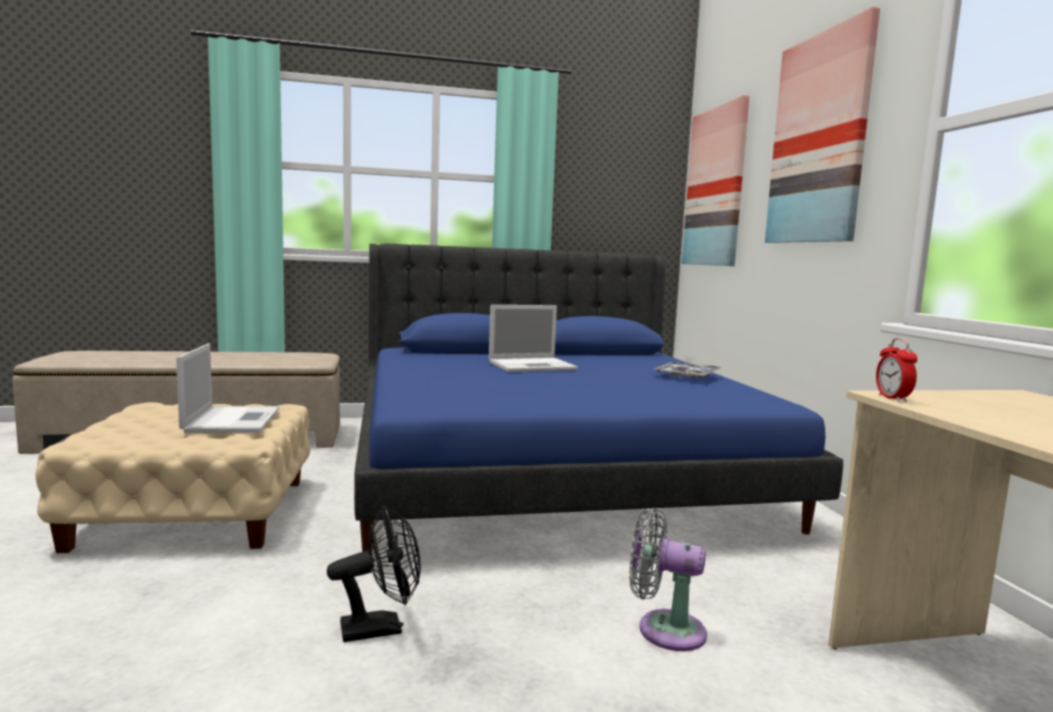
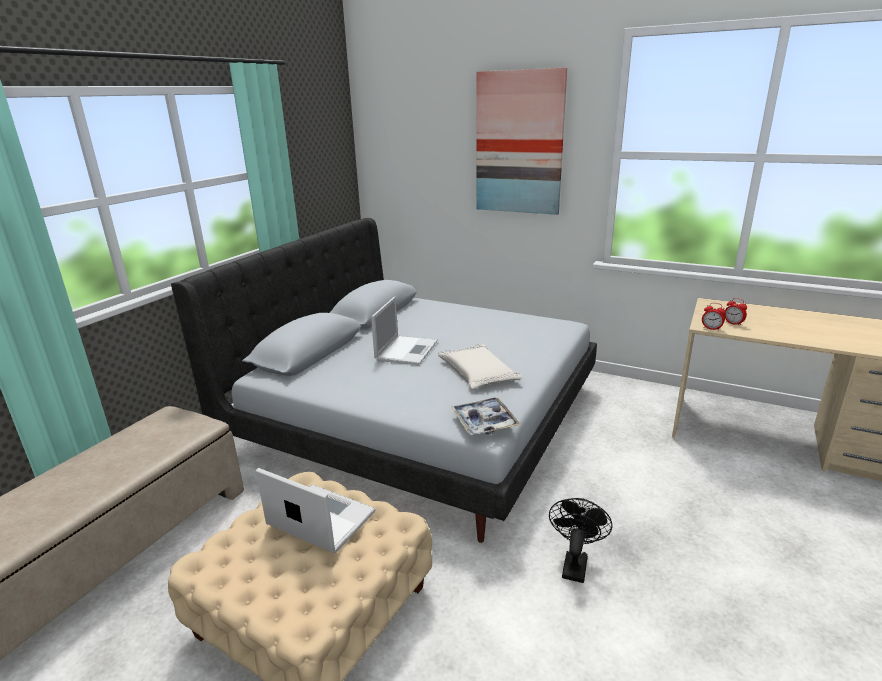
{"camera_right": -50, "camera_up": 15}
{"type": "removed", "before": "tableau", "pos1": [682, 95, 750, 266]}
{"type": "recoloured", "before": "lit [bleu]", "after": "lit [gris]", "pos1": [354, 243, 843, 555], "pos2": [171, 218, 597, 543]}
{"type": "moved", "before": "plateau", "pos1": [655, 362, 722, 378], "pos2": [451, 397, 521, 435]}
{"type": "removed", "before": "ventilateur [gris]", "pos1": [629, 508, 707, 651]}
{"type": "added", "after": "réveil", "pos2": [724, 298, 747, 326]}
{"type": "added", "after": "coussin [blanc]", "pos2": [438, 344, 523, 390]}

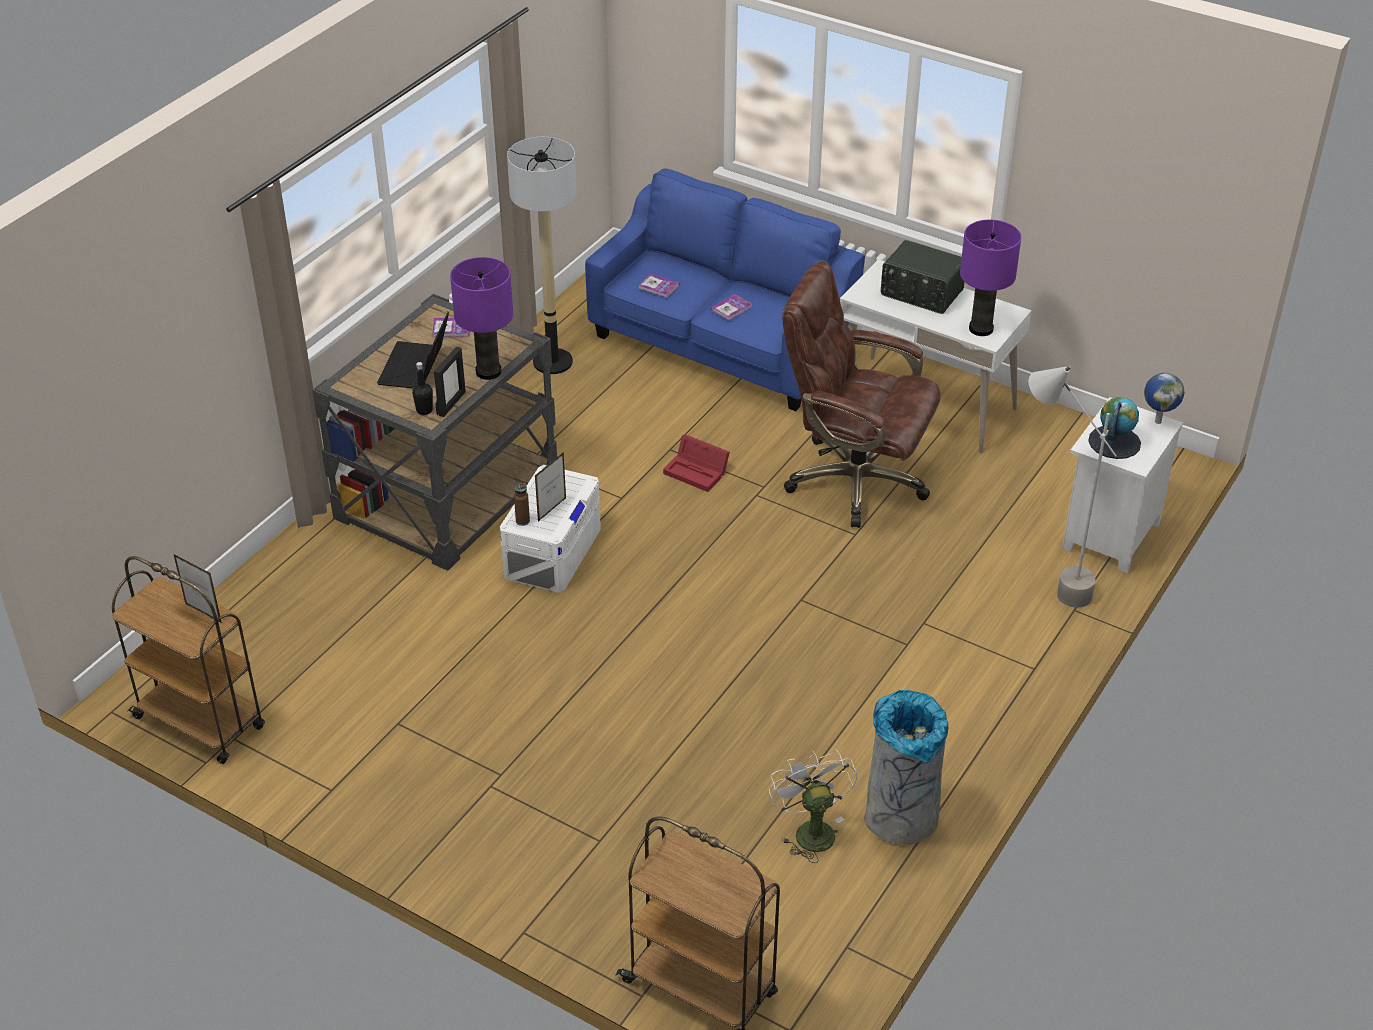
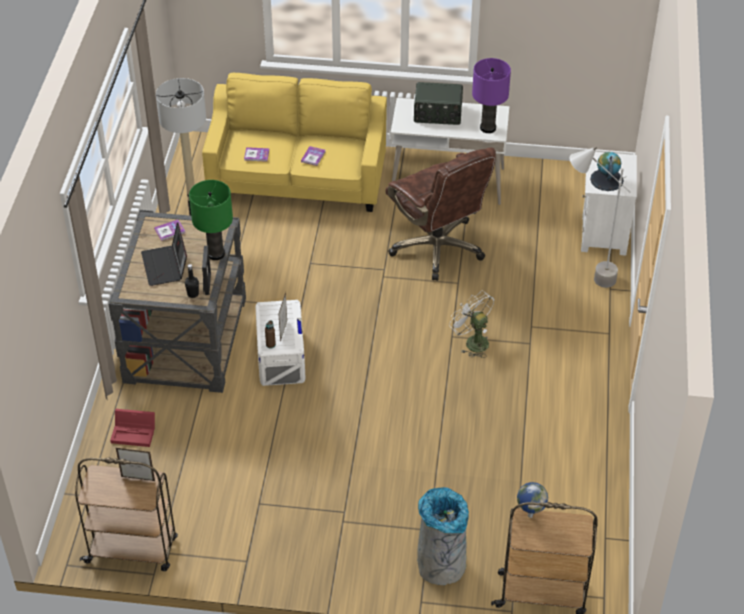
{"camera_right": -25, "camera_up": 5}
{"type": "recoloured", "before": "canapé [bleu]", "after": "canapé [jaune]", "pos1": [585, 168, 865, 411], "pos2": [202, 73, 387, 212]}
{"type": "recoloured", "before": "lampe de table [violet]", "after": "lampe de table [vert]", "pos1": [450, 257, 513, 380], "pos2": [189, 180, 233, 260]}
{"type": "turned", "before": "chaise de bureau [marron]", "pos1": [782, 261, 941, 528], "pos2": [385, 147, 496, 281], "turn": -120}
{"type": "moved", "before": "globe", "pos1": [1144, 373, 1184, 424], "pos2": [517, 482, 548, 518]}
{"type": "moved", "before": "boîte de rangement [rouge]", "pos1": [663, 434, 730, 492], "pos2": [110, 409, 155, 447]}
{"type": "moved", "before": "poubelle [gris]", "pos1": [864, 690, 949, 845], "pos2": [417, 487, 469, 585]}
{"type": "moved", "before": "ventilateur [blanc]", "pos1": [769, 750, 857, 863], "pos2": [449, 291, 494, 358]}

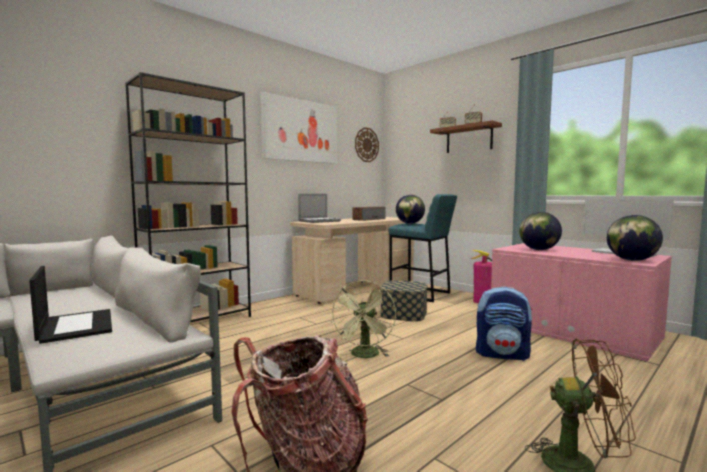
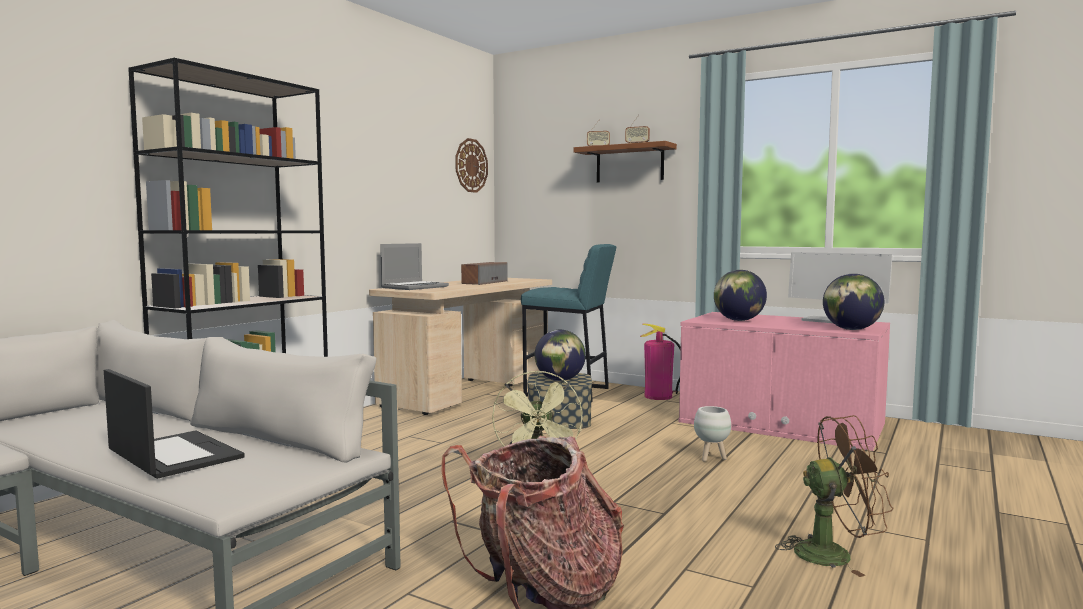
{"camera_right": -15, "camera_up": 0}
{"type": "removed", "before": "tableau", "pos1": [260, 92, 337, 164]}
{"type": "moved", "before": "globe", "pos1": [396, 195, 425, 224], "pos2": [535, 330, 586, 381]}
{"type": "replaced", "before": "sac à dos", "after": "cache-pot [blanc]", "pos1": [476, 287, 532, 361], "pos2": [694, 406, 731, 462]}

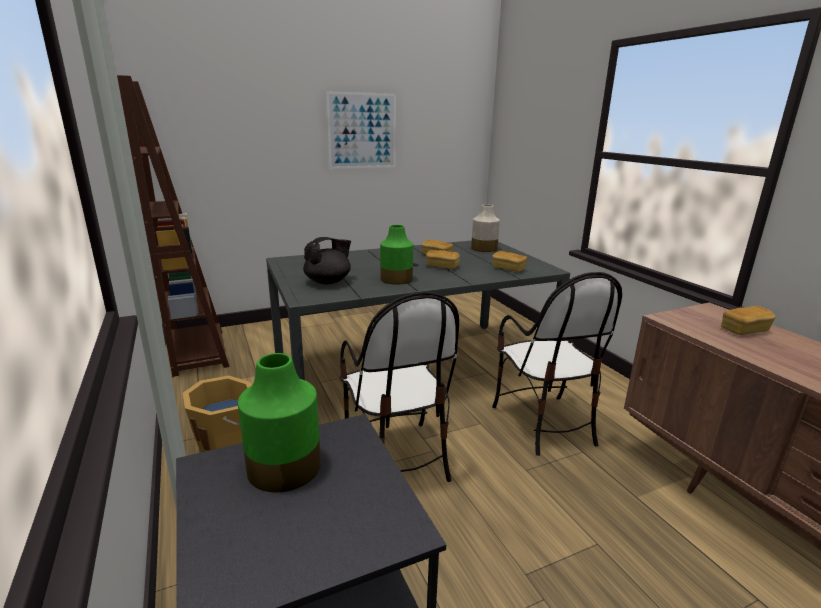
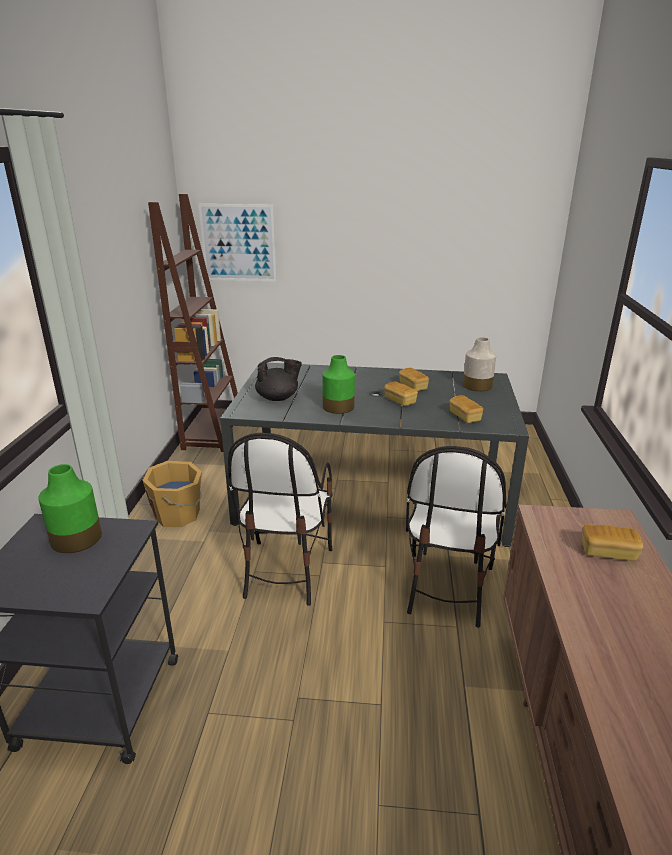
{"camera_right": 30, "camera_up": 5}
{"type": "moved", "before": "tableau", "pos1": [326, 91, 396, 169], "pos2": [199, 204, 277, 281]}

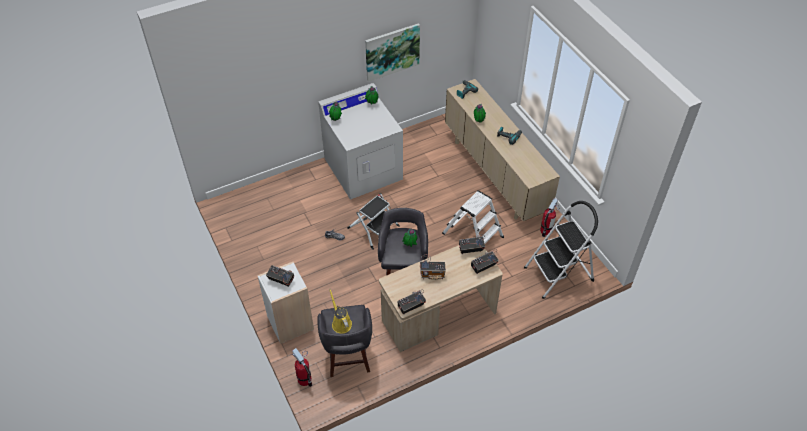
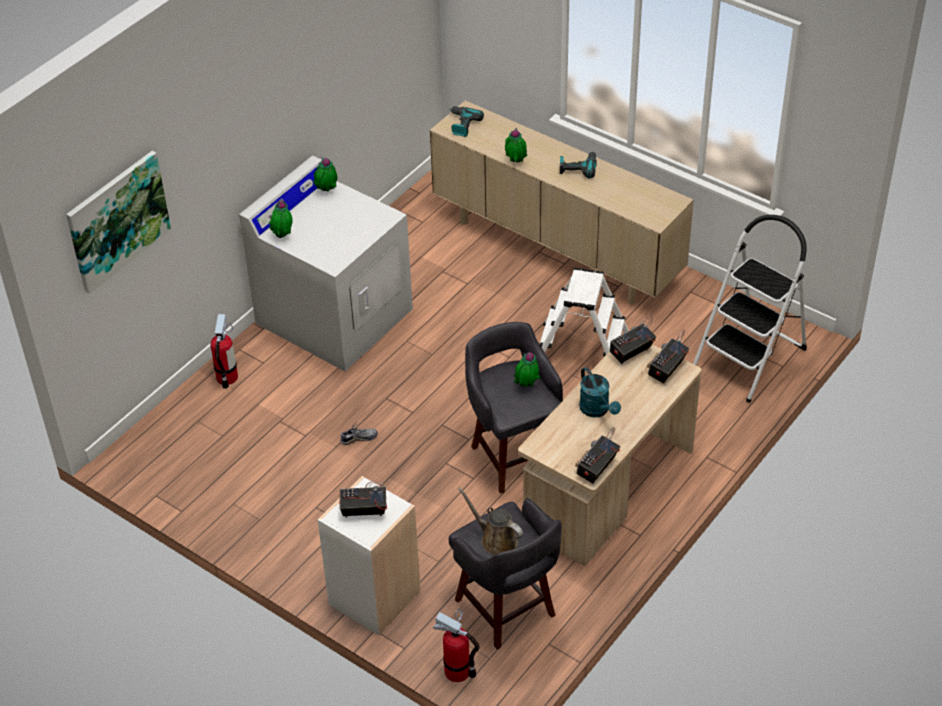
{"camera_right": -25, "camera_up": -5}
{"type": "moved", "before": "tableau", "pos1": [365, 23, 420, 82], "pos2": [66, 151, 171, 294]}
{"type": "removed", "before": "escabeau", "pos1": [347, 193, 400, 250]}
{"type": "moved", "before": "extincteur", "pos1": [540, 198, 560, 237], "pos2": [210, 314, 238, 389]}
{"type": "replaced", "before": "radio", "after": "arrosoir [turquoise]", "pos1": [420, 255, 446, 280], "pos2": [579, 367, 621, 417]}
{"type": "recoloured", "before": "arrosoir [jaune]", "after": "arrosoir [marron]", "pos1": [329, 289, 352, 334], "pos2": [458, 487, 523, 555]}

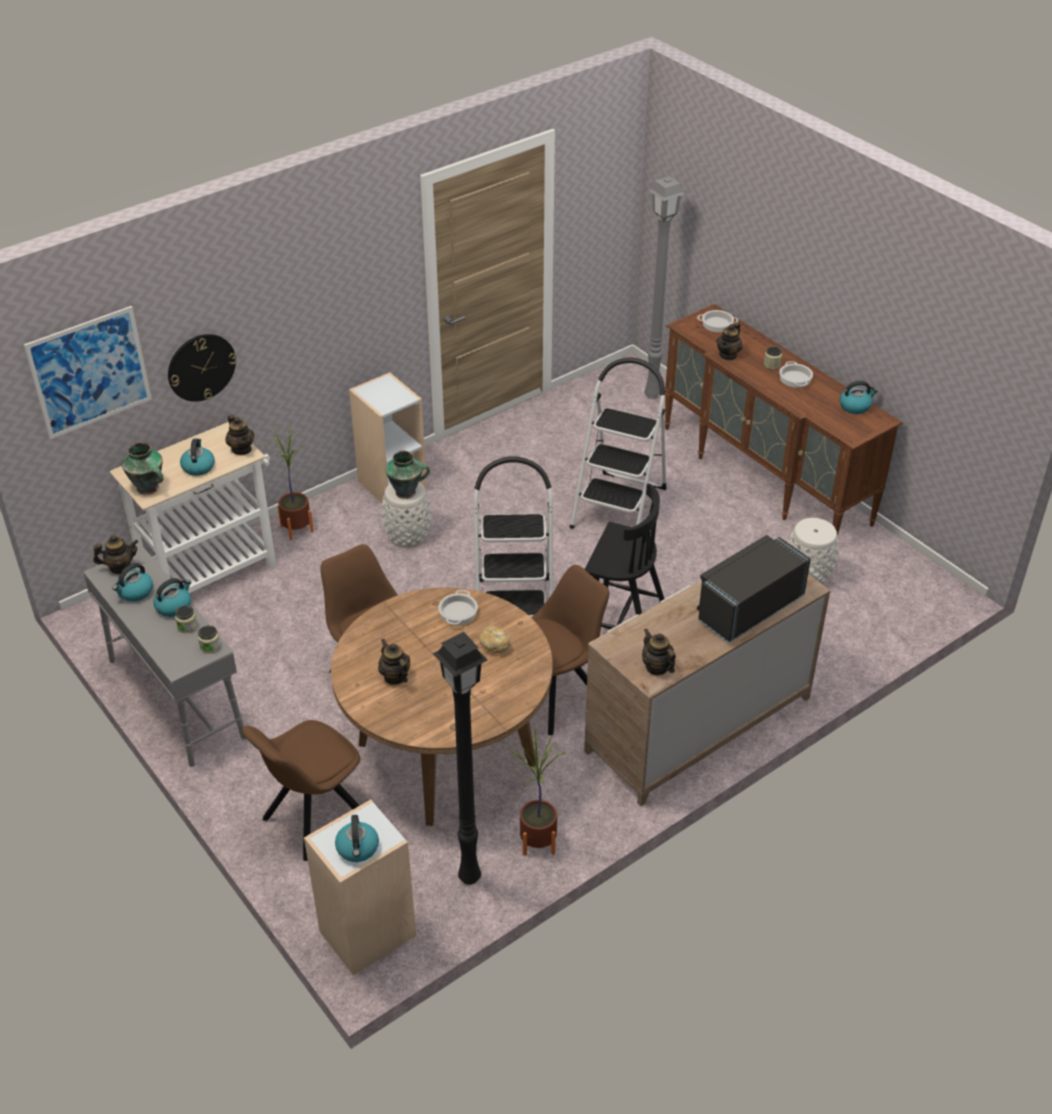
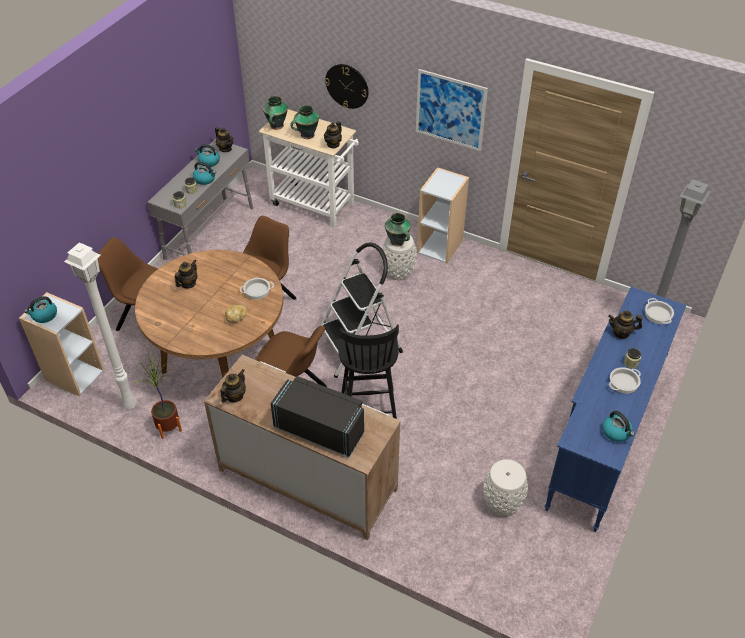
{"camera_right": 65, "camera_up": 5}
{"type": "recoloured", "before": "meuble de rangement [marron]", "after": "meuble de rangement [bleu]", "pos1": [664, 304, 903, 536], "pos2": [545, 287, 686, 532]}
{"type": "moved", "before": "tableau", "pos1": [24, 306, 152, 439], "pos2": [416, 69, 488, 151]}
{"type": "removed", "before": "escabeau", "pos1": [570, 358, 666, 529]}
{"type": "removed", "before": "plante en pot", "pos1": [266, 423, 314, 540]}
{"type": "replaced", "before": "bouilloire", "after": "vase", "pos1": [180, 439, 215, 476], "pos2": [290, 105, 319, 139]}
{"type": "recoloured", "before": "lampadaire [noir]", "after": "lampadaire [blanc]", "pos1": [433, 632, 487, 885], "pos2": [64, 242, 137, 409]}

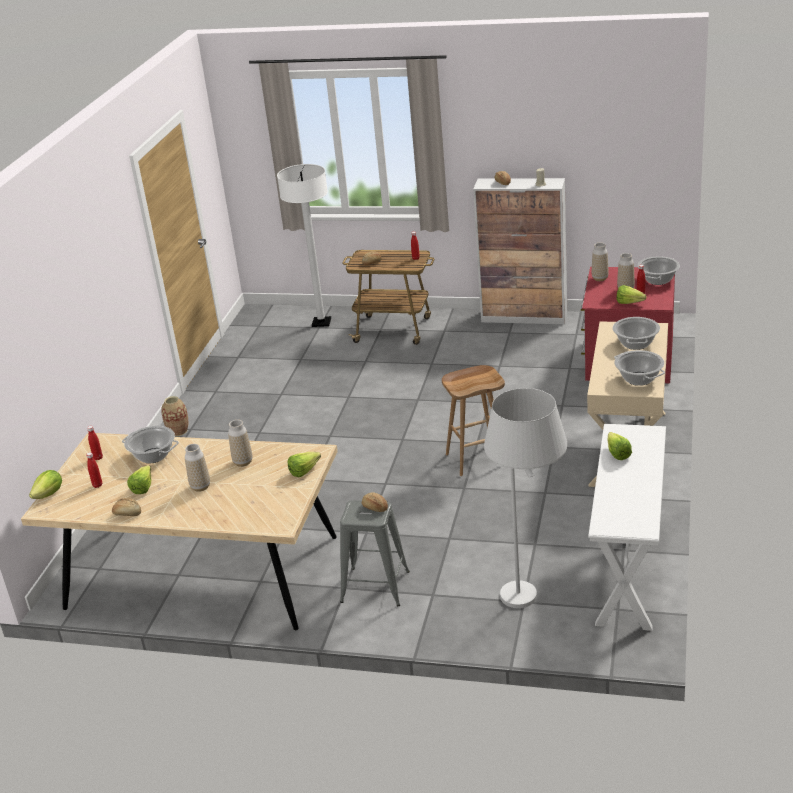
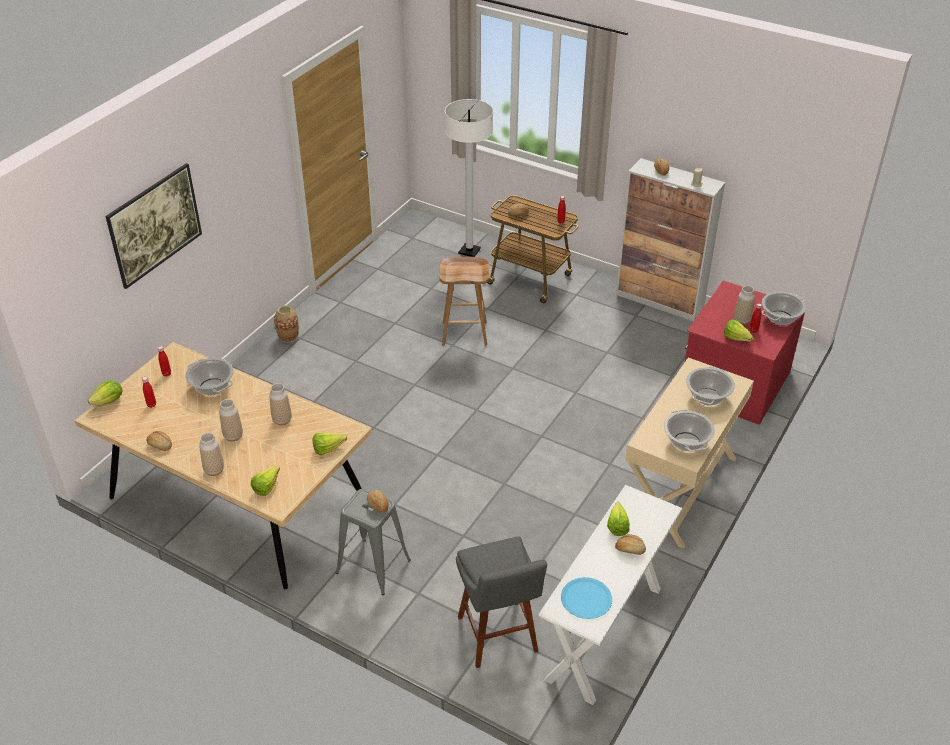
{"camera_right": 15, "camera_up": 10}
{"type": "moved", "before": "vase", "pos1": [592, 243, 609, 281], "pos2": [199, 433, 224, 476]}
{"type": "moved", "before": "tabouret [marron]", "pos1": [442, 365, 505, 476], "pos2": [439, 257, 489, 346]}
{"type": "replaced", "before": "lampadaire [blanc]", "after": "tabouret [gris]", "pos1": [484, 388, 567, 608], "pos2": [456, 536, 547, 668]}
{"type": "moved", "before": "laitue", "pos1": [127, 465, 151, 494], "pos2": [251, 465, 280, 496]}
{"type": "added", "after": "tableau", "pos2": [105, 163, 202, 289]}
{"type": "added", "after": "pain", "pos2": [615, 534, 646, 555]}
{"type": "added", "after": "assiette [bleu]", "pos2": [561, 577, 612, 619]}

